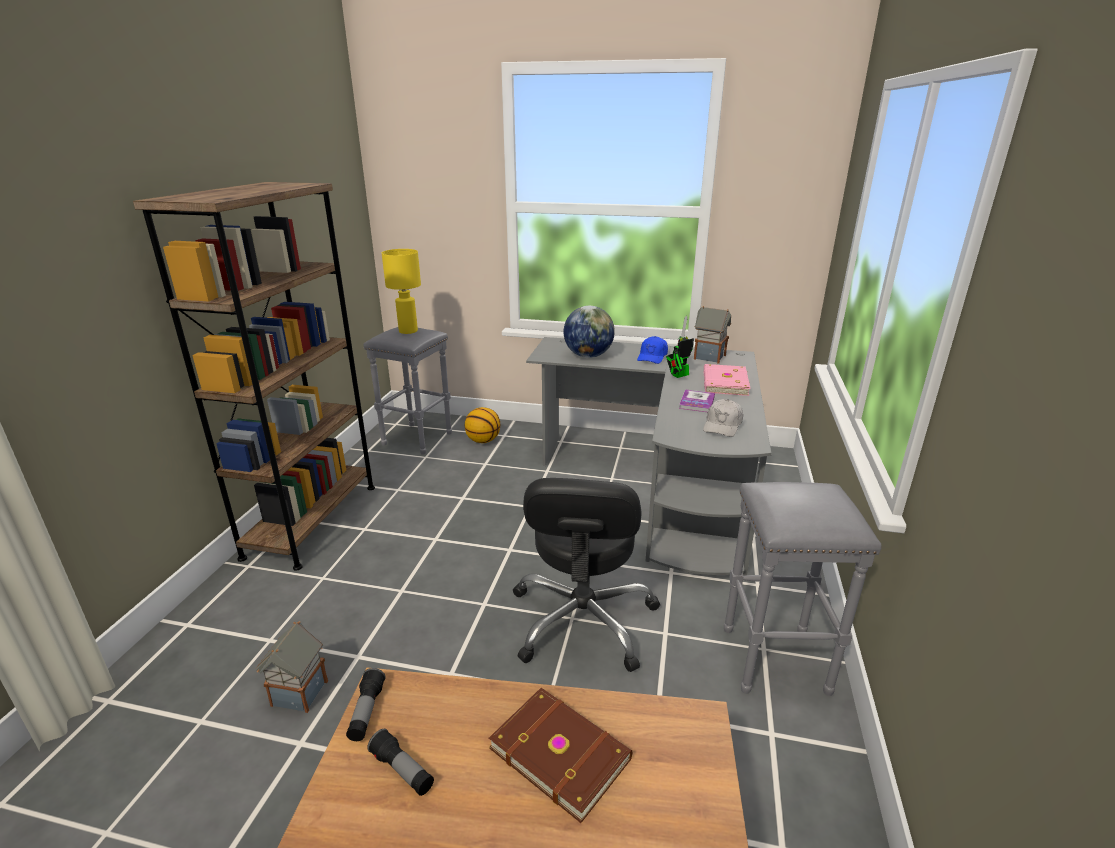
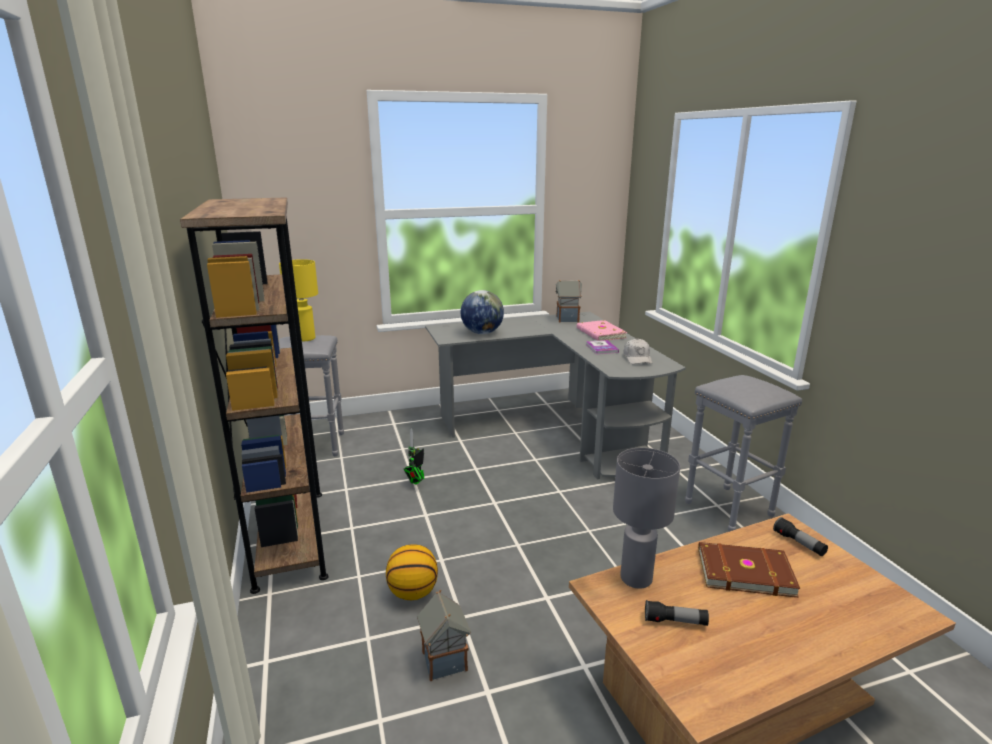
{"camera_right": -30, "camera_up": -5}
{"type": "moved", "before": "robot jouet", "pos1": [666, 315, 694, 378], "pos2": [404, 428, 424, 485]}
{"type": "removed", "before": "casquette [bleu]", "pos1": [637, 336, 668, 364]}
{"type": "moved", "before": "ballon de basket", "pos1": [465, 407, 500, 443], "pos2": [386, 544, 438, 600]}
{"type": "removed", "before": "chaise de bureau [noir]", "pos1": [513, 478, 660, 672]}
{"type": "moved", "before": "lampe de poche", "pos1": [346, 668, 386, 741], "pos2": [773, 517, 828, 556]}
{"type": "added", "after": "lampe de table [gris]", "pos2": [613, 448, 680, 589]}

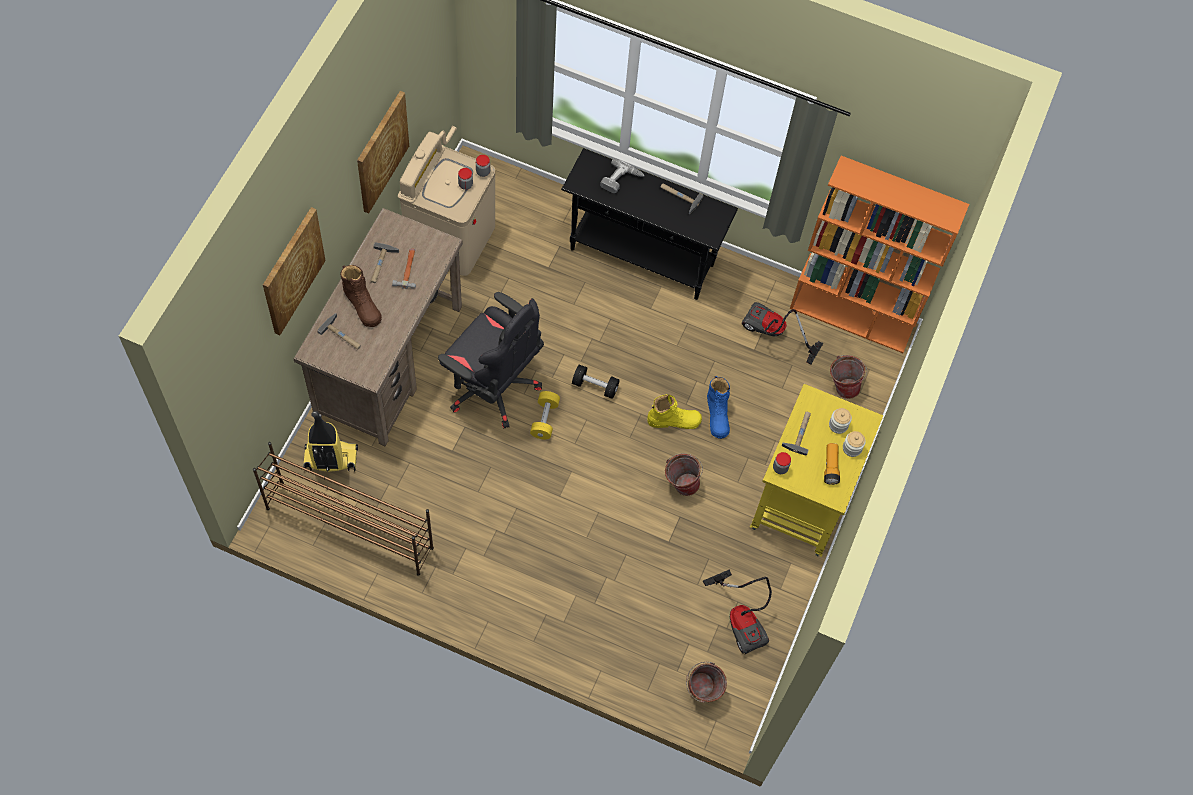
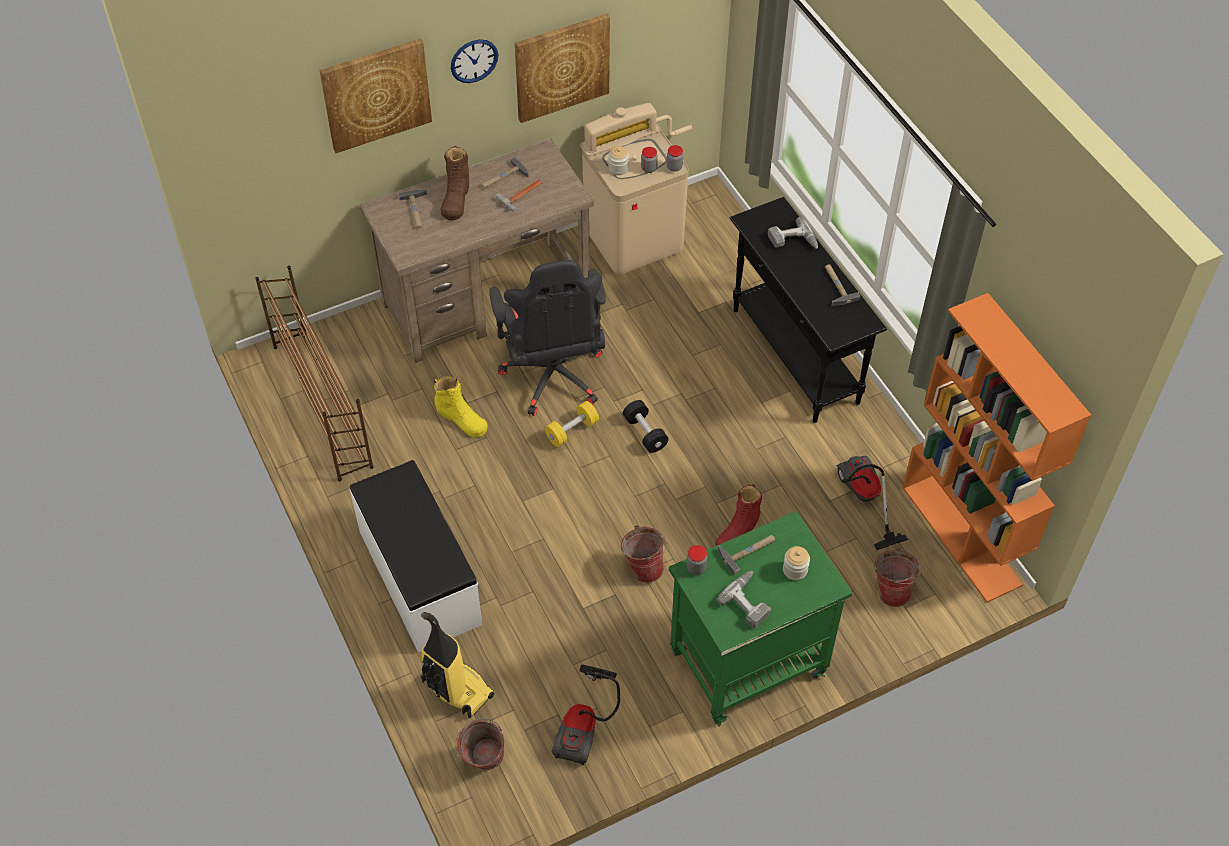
{"camera_right": 45, "camera_up": -10}
{"type": "recoloured", "before": "botte [bleu]", "after": "botte [rouge]", "pos1": [707, 376, 730, 439], "pos2": [715, 484, 762, 546]}
{"type": "recoloured", "before": "chariot [jaune]", "after": "chariot [vert]", "pos1": [750, 384, 883, 557], "pos2": [669, 511, 852, 727]}
{"type": "moved", "before": "botte [jaune]", "pos1": [648, 394, 702, 429], "pos2": [434, 377, 488, 438]}
{"type": "moved", "before": "aspirateur", "pos1": [303, 411, 358, 472], "pos2": [421, 612, 494, 719]}
{"type": "moved", "before": "bocal", "pos1": [843, 431, 866, 457], "pos2": [608, 146, 629, 175]}
{"type": "replaced", "before": "lampe de poche", "after": "perceuse", "pos1": [824, 443, 840, 485], "pos2": [717, 571, 771, 628]}
{"type": "added", "after": "horloge murale", "pos2": [451, 39, 498, 83]}
{"type": "added", "after": "banc [blanc]", "pos2": [349, 460, 482, 653]}

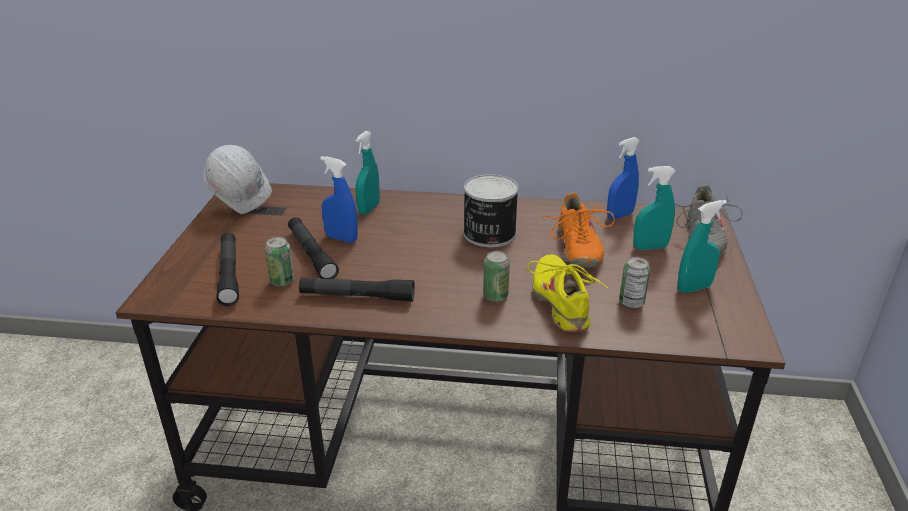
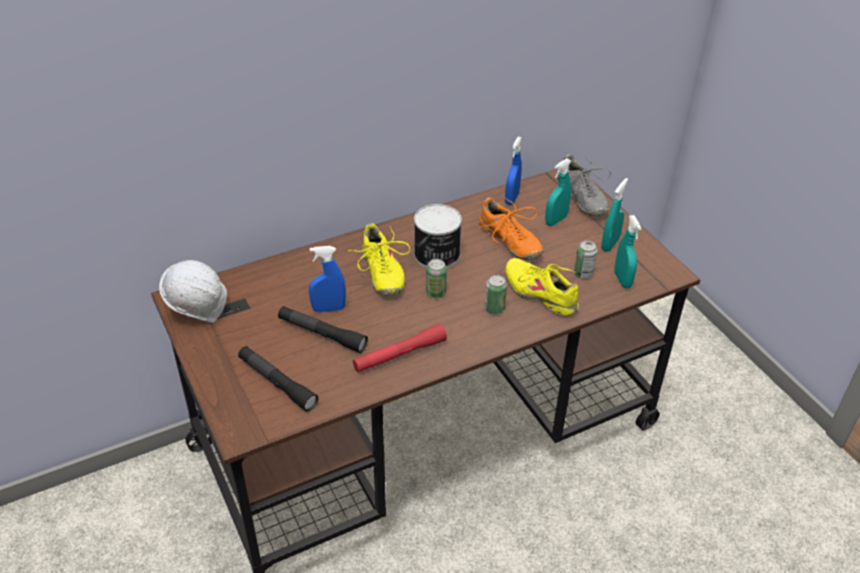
{"camera_right": -35, "camera_up": 10}
{"type": "moved", "before": "vaporisateur [turquoise]", "pos1": [356, 131, 380, 215], "pos2": [614, 215, 641, 288]}
{"type": "moved", "before": "boîte métallique", "pos1": [265, 237, 294, 286], "pos2": [426, 259, 447, 298]}
{"type": "recoloured", "before": "lampe de poche [noir]", "after": "lampe de poche [rouge]", "pos1": [299, 278, 415, 302], "pos2": [353, 324, 447, 373]}
{"type": "added", "after": "chaussure [jaune]", "pos2": [348, 223, 410, 296]}

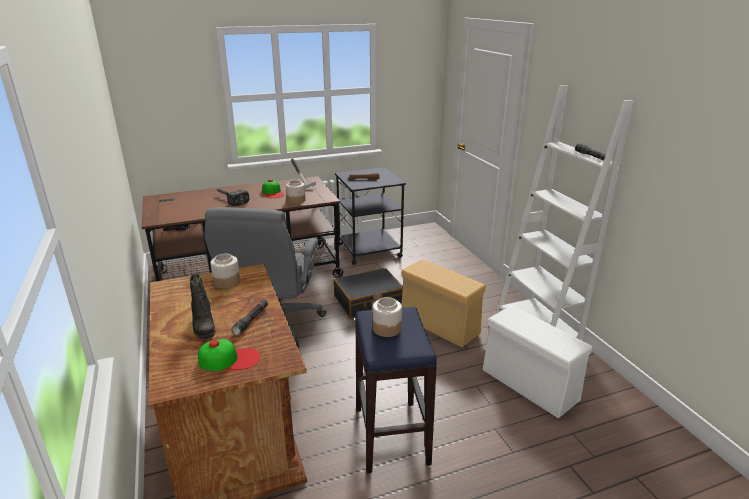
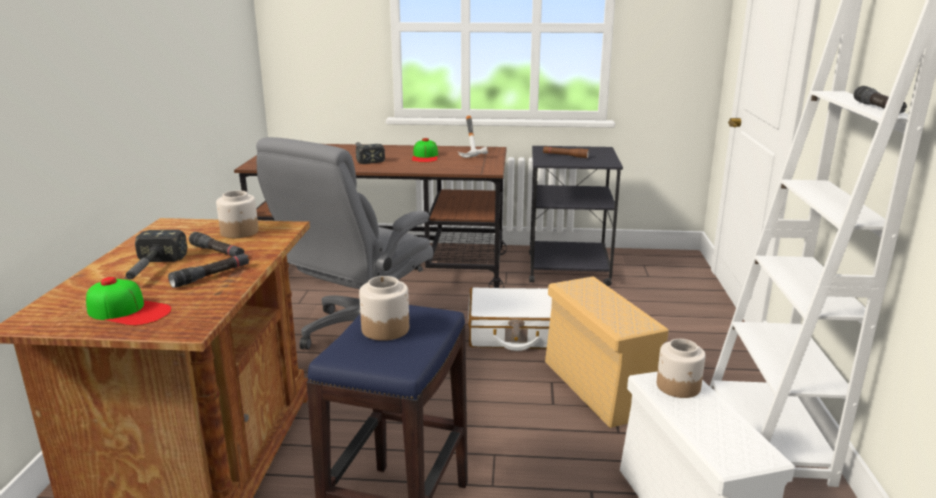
{"camera_right": 25, "camera_up": -5}
{"type": "moved", "before": "bocal", "pos1": [286, 180, 305, 204], "pos2": [657, 339, 706, 398]}
{"type": "recoloured", "before": "valise [noir]", "after": "valise [blanc]", "pos1": [333, 268, 403, 318], "pos2": [468, 287, 552, 351]}
{"type": "replaced", "before": "botte [noir]", "after": "marteau", "pos1": [190, 274, 216, 339], "pos2": [124, 230, 187, 279]}
{"type": "added", "after": "lampe de poche [noir]", "pos2": [189, 232, 244, 257]}

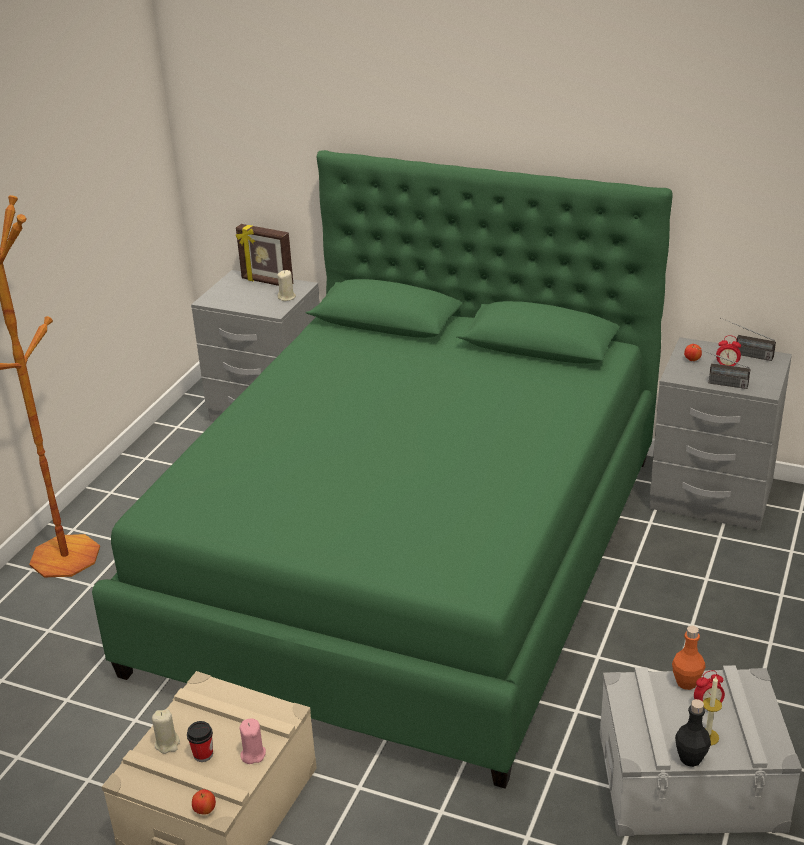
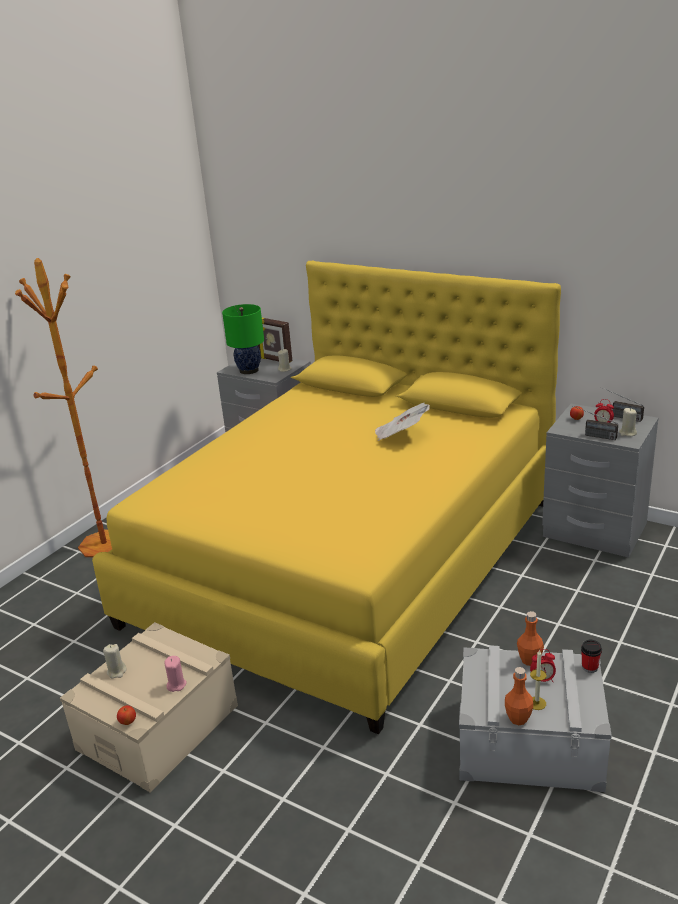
{"camera_right": 10, "camera_up": -5}
{"type": "recoloured", "before": "lit [vert]", "after": "lit [jaune]", "pos1": [92, 150, 673, 789], "pos2": [92, 261, 561, 735]}
{"type": "recoloured", "before": "bouteille [noir]", "after": "bouteille [orange]", "pos1": [675, 699, 711, 767], "pos2": [505, 667, 533, 725]}
{"type": "moved", "before": "tasse", "pos1": [187, 721, 213, 762], "pos2": [581, 640, 602, 673]}
{"type": "added", "after": "lampe de table [vert]", "pos2": [222, 304, 264, 374]}
{"type": "added", "after": "journal", "pos2": [375, 403, 430, 441]}
{"type": "added", "after": "bougie [beige]", "pos2": [619, 408, 637, 436]}

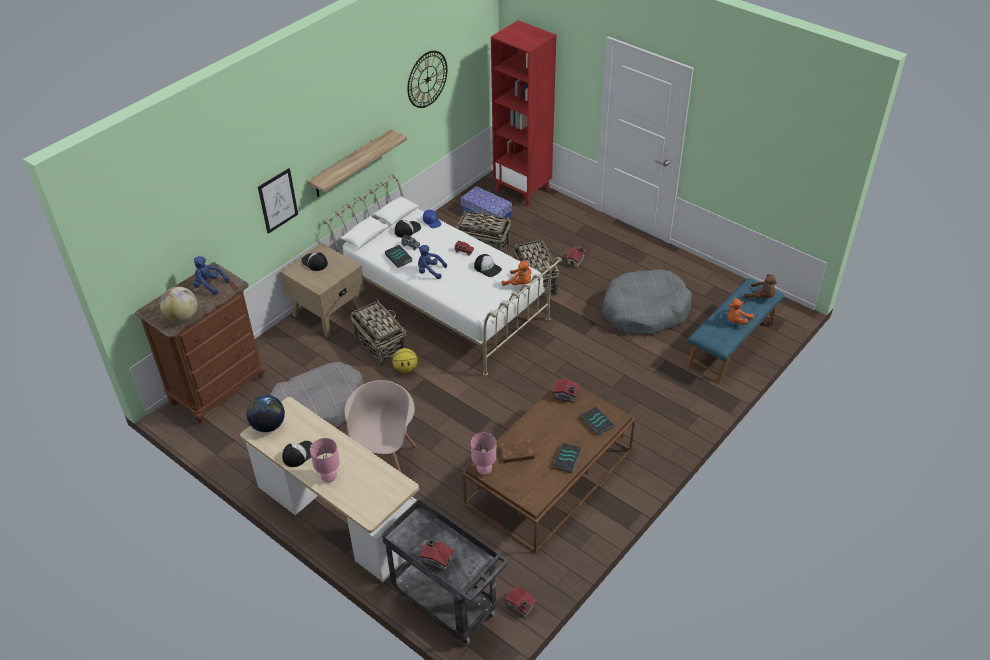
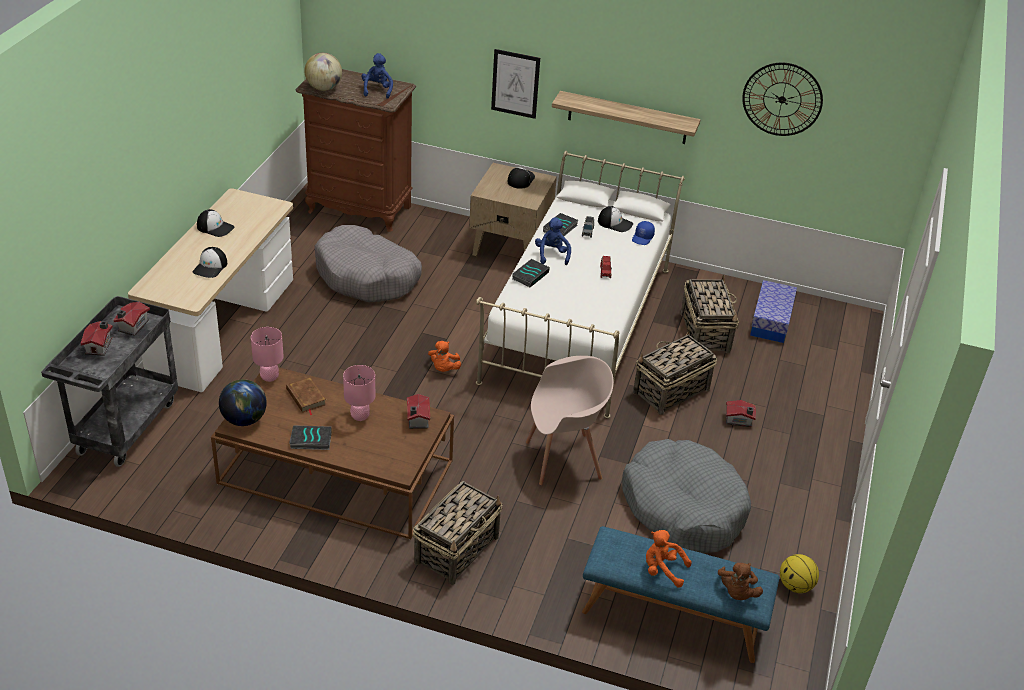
{"camera_right": 65, "camera_up": -5}
{"type": "removed", "before": "bibliothèque [rouge]", "pos1": [491, 20, 556, 206]}
{"type": "moved", "before": "casquette", "pos1": [474, 254, 502, 277], "pos2": [193, 247, 227, 278]}
{"type": "moved", "before": "peluche [orange]", "pos1": [502, 260, 532, 286], "pos2": [428, 341, 461, 372]}
{"type": "moved", "before": "panier", "pos1": [350, 298, 406, 367], "pos2": [413, 481, 502, 585]}
{"type": "moved", "before": "ballon de basket", "pos1": [392, 348, 418, 373], "pos2": [780, 554, 819, 593]}
{"type": "moved", "before": "chaise [beige]", "pos1": [345, 380, 417, 472], "pos2": [526, 356, 613, 485]}
{"type": "moved", "before": "globe", "pos1": [247, 395, 285, 432], "pos2": [219, 379, 267, 426]}
{"type": "moved", "before": "livre", "pos1": [581, 406, 614, 436], "pos2": [512, 259, 550, 287]}
{"type": "moved", "before": "lampe de table [rose]", "pos1": [310, 438, 340, 482], "pos2": [343, 365, 375, 421]}
{"type": "moved", "before": "maison miniature", "pos1": [505, 586, 538, 618], "pos2": [113, 302, 150, 336]}

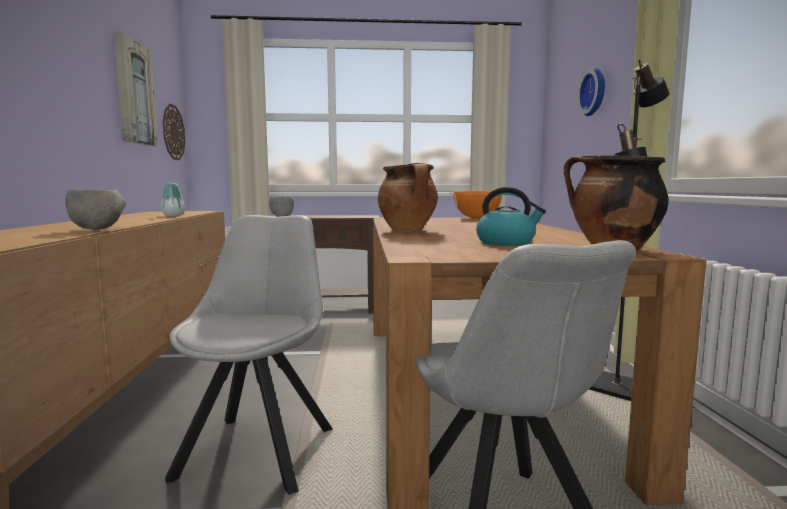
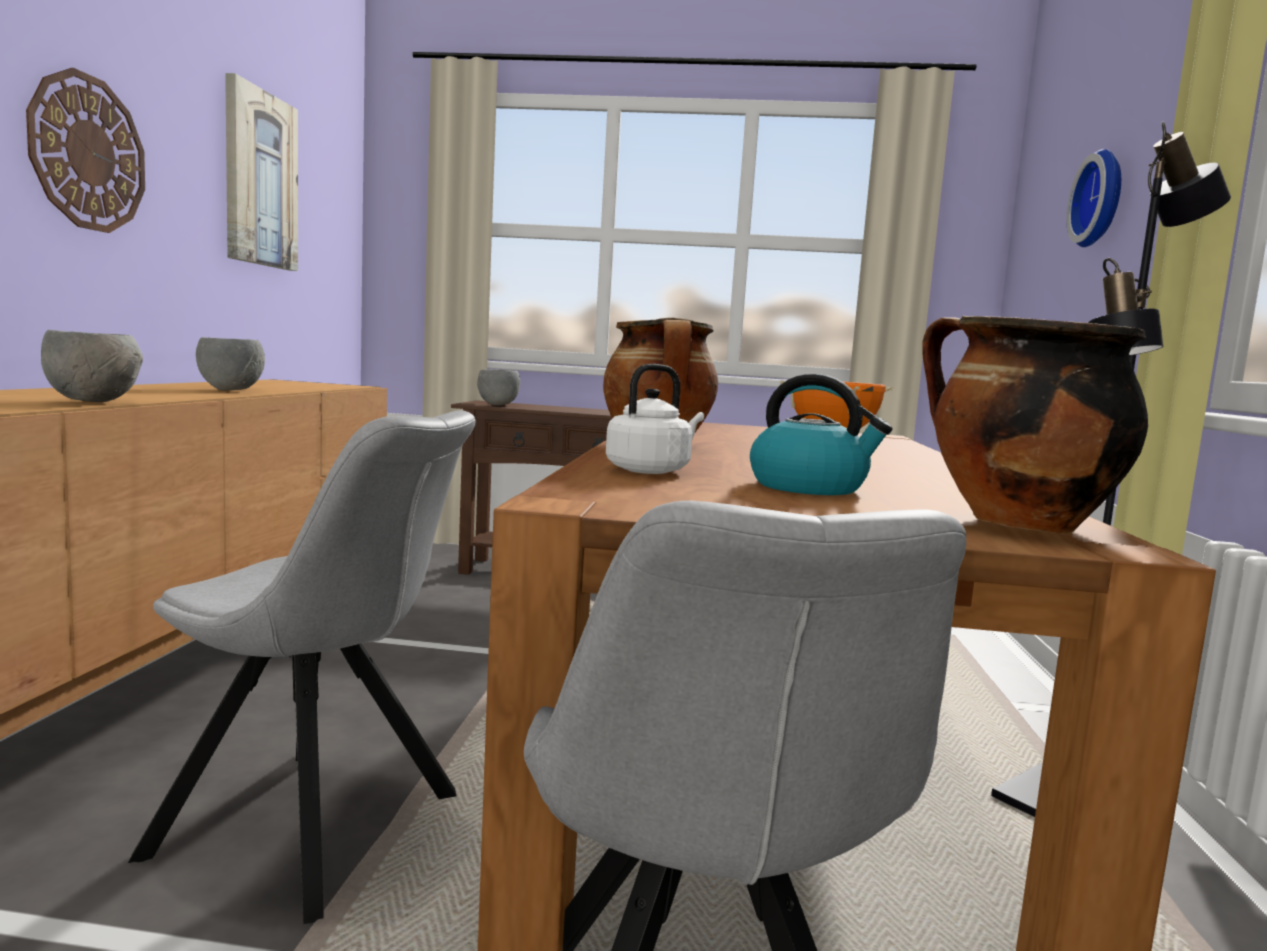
{"camera_right": 10, "camera_up": 0}
{"type": "moved", "before": "horloge murale", "pos1": [163, 104, 185, 160], "pos2": [26, 68, 145, 233]}
{"type": "removed", "before": "vase", "pos1": [161, 182, 185, 216]}
{"type": "turned", "before": "chaise [gris]", "pos1": [165, 215, 333, 495], "pos2": [128, 410, 475, 924], "turn": 90}
{"type": "added", "after": "bol [gris]", "pos2": [196, 337, 265, 391]}
{"type": "added", "after": "bouilloire [blanc]", "pos2": [606, 364, 704, 474]}

